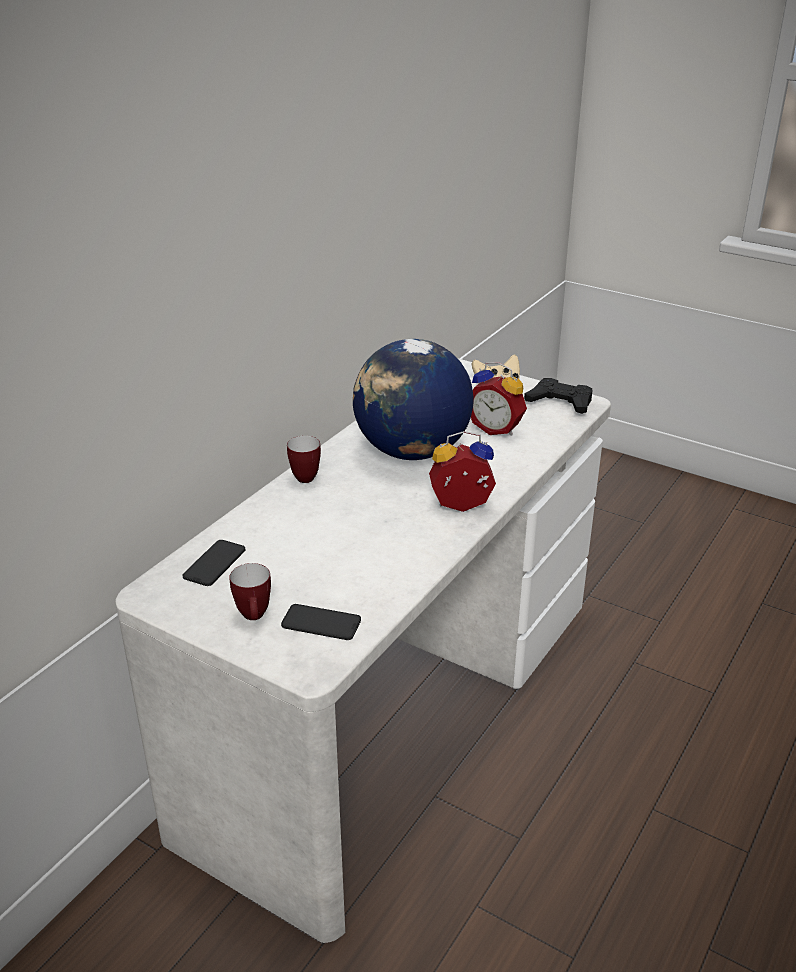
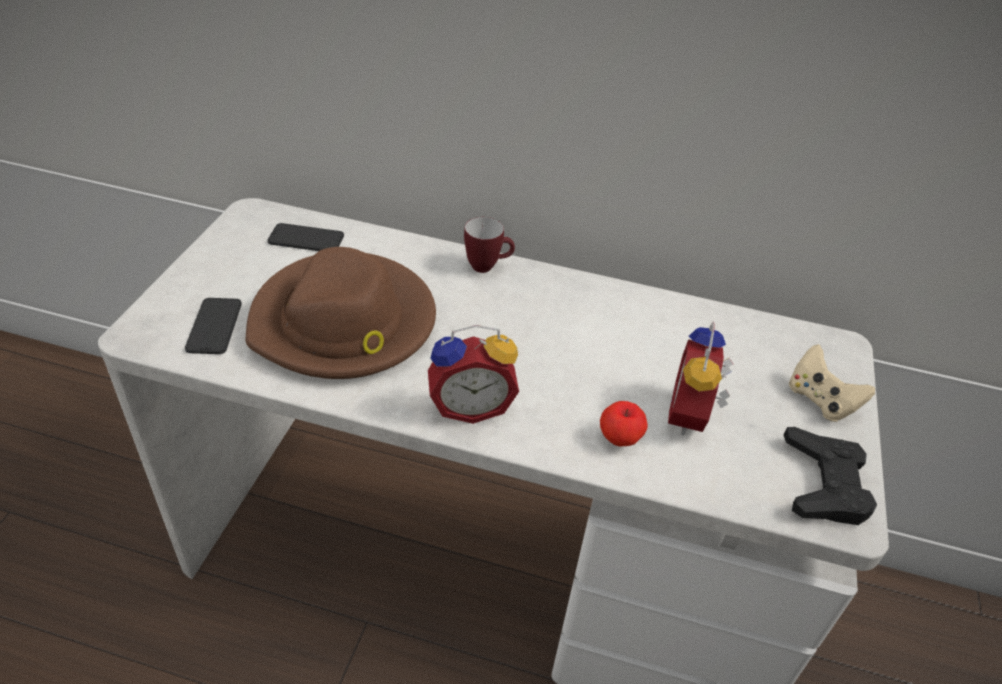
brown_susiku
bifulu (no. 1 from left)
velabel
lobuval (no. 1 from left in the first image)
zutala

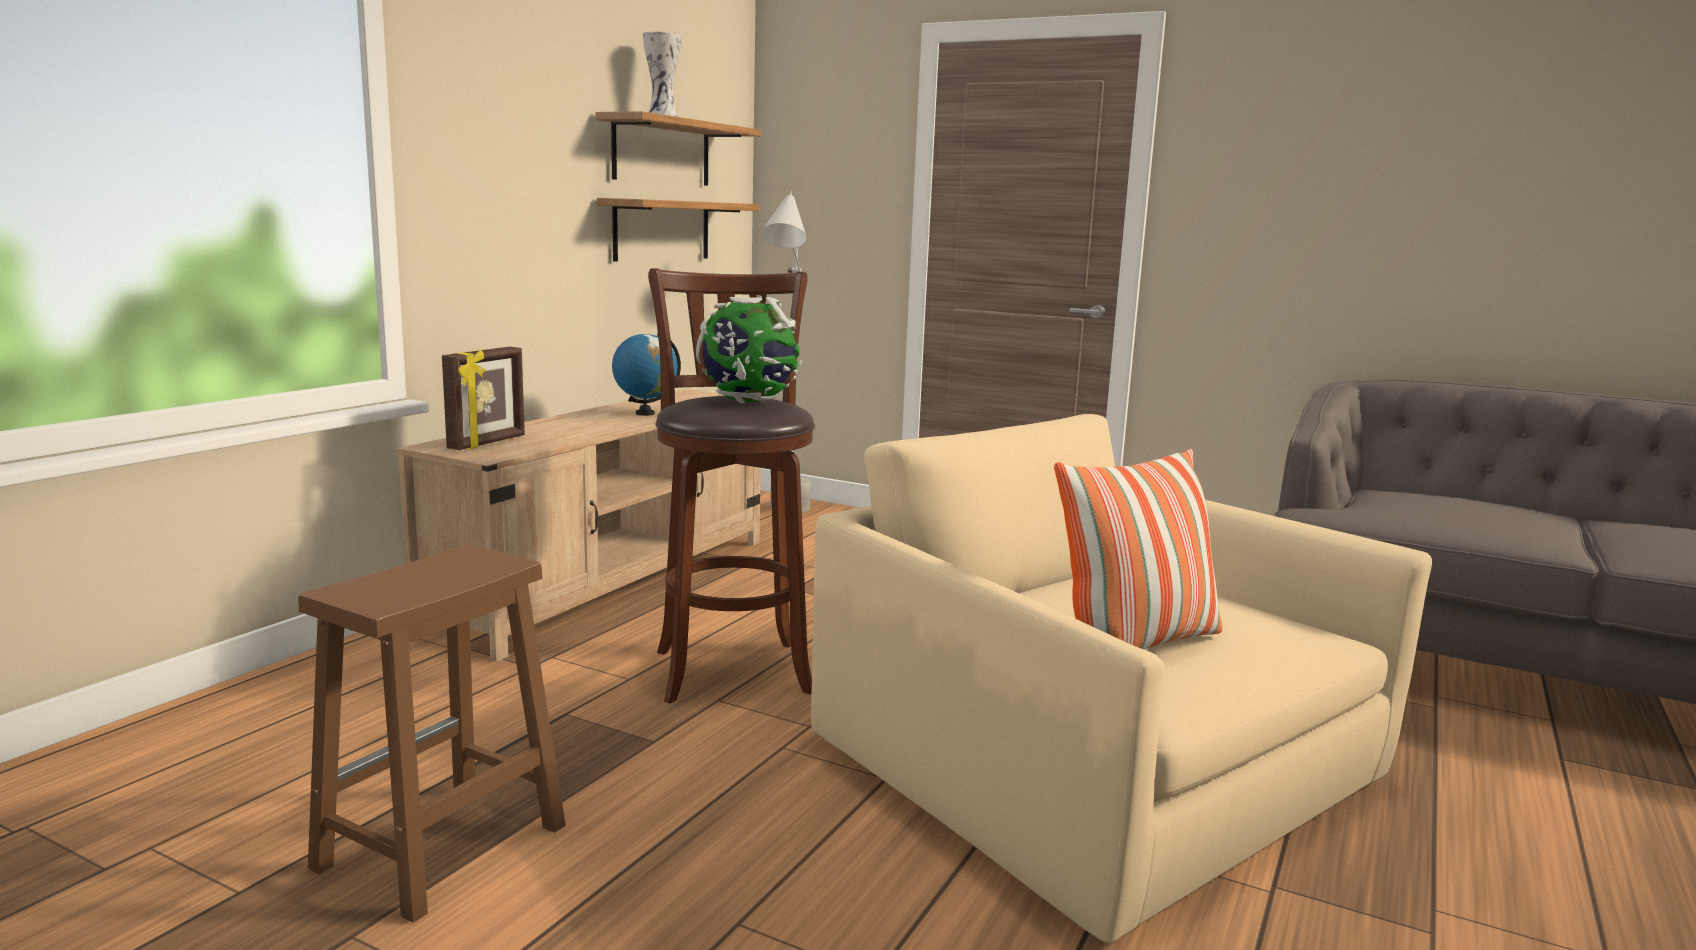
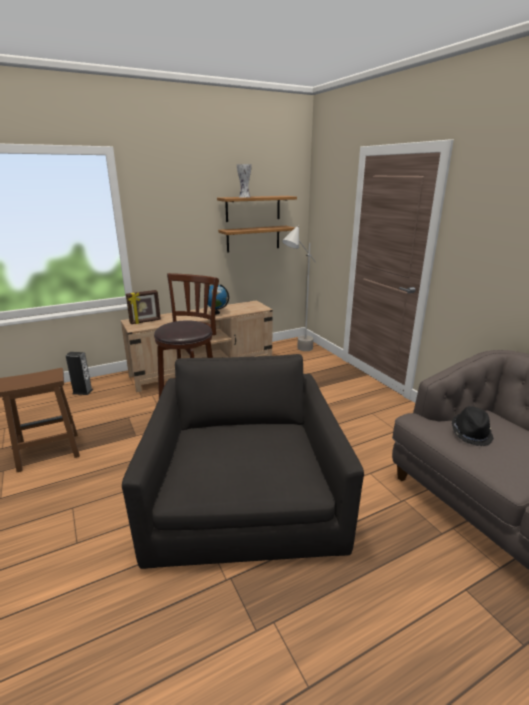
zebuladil
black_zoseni
black_susiku
zutala (no. 2 from left in the first image)
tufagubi

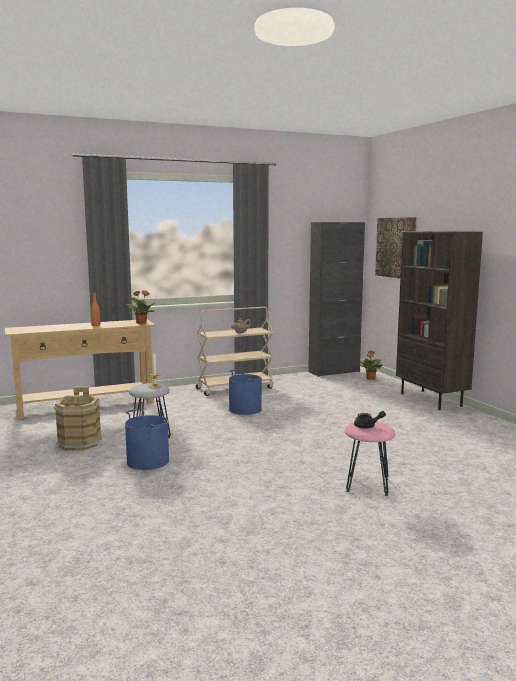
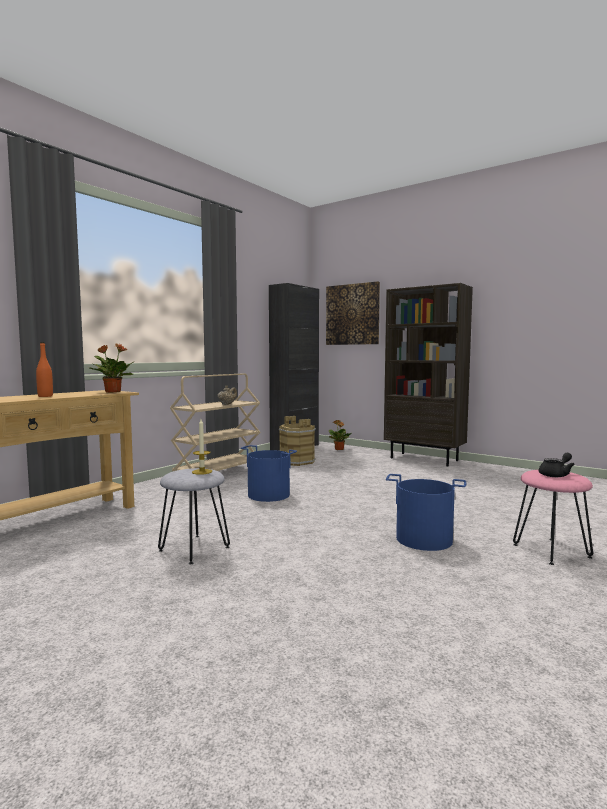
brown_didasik
blue_didasik (no. 2 from left)

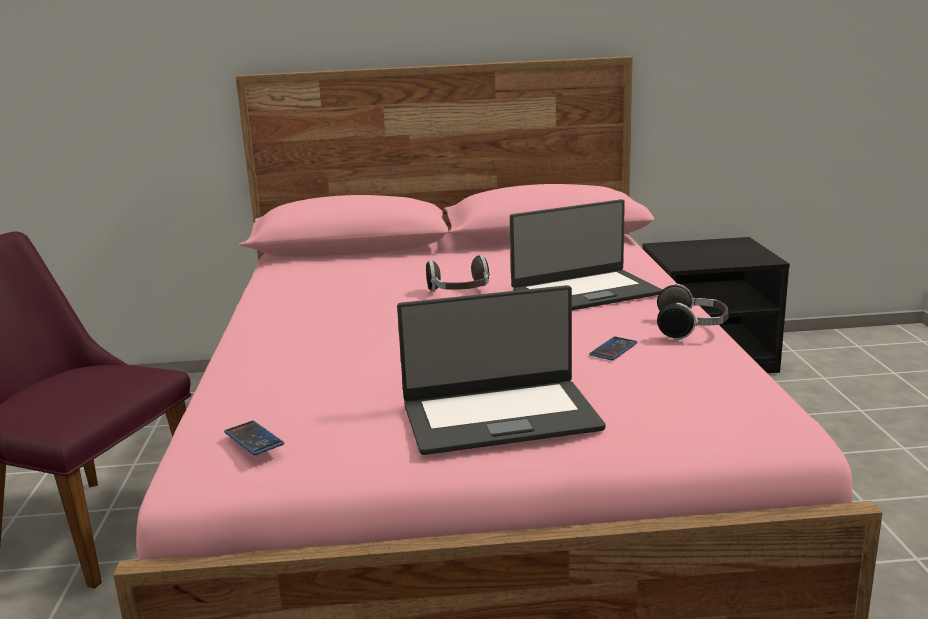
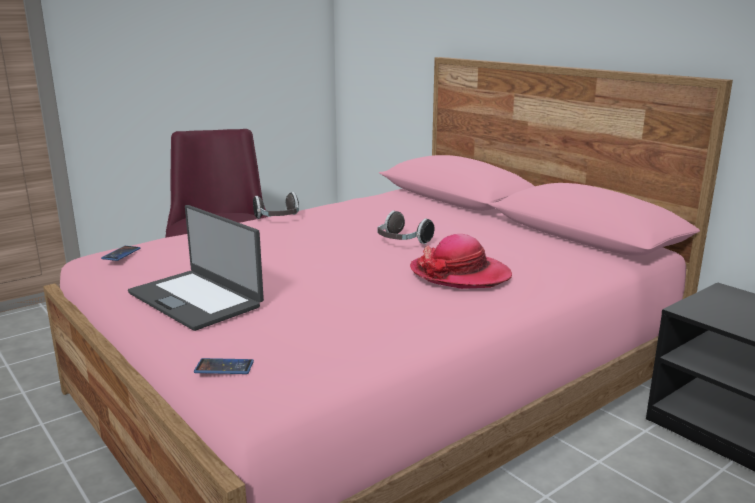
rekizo (no. 2 from left)
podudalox (no. 1 from left)
susiku

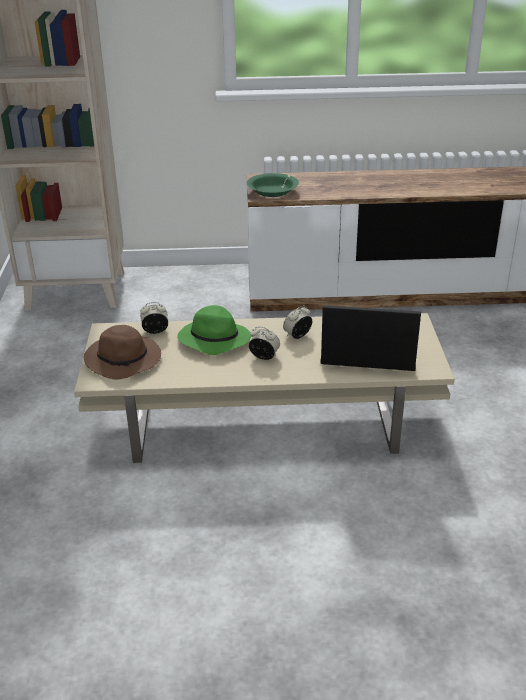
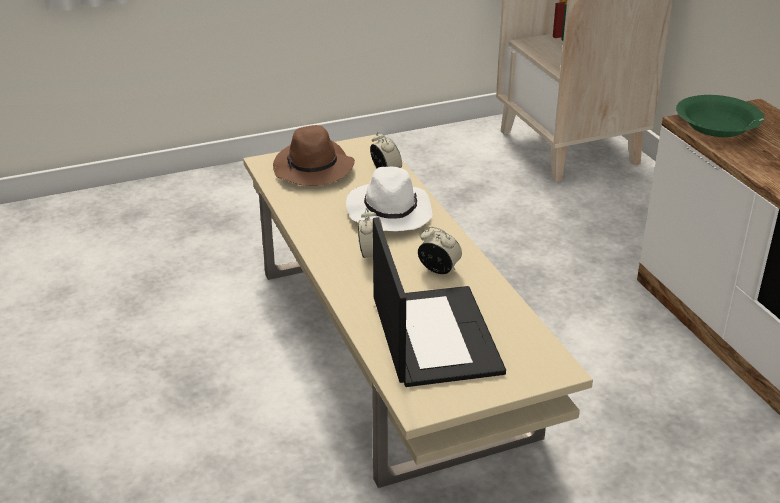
white_susiku

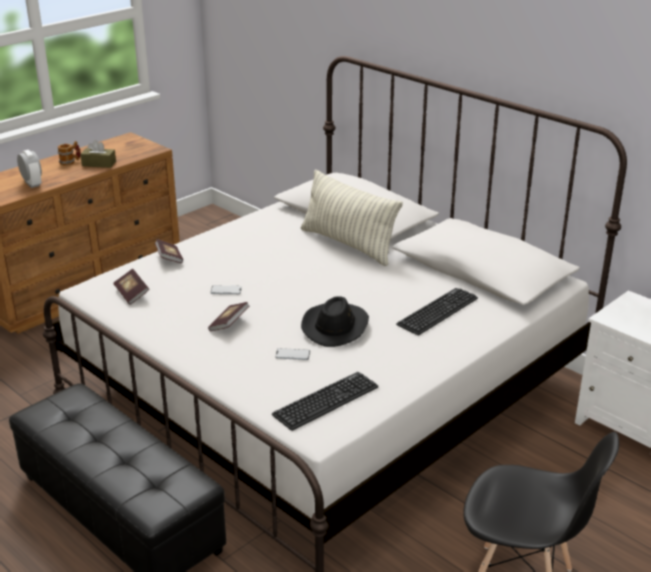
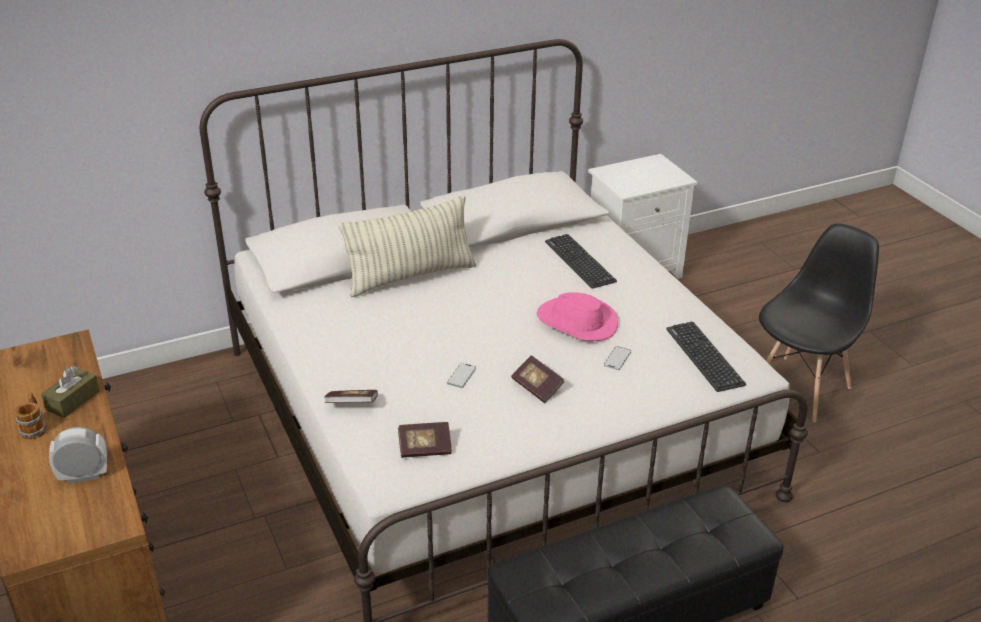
pink_susiku

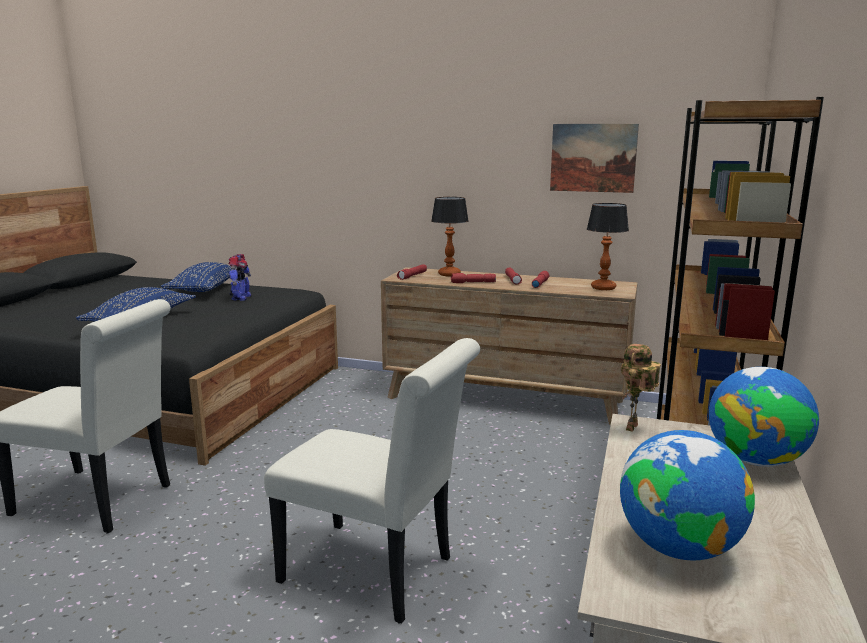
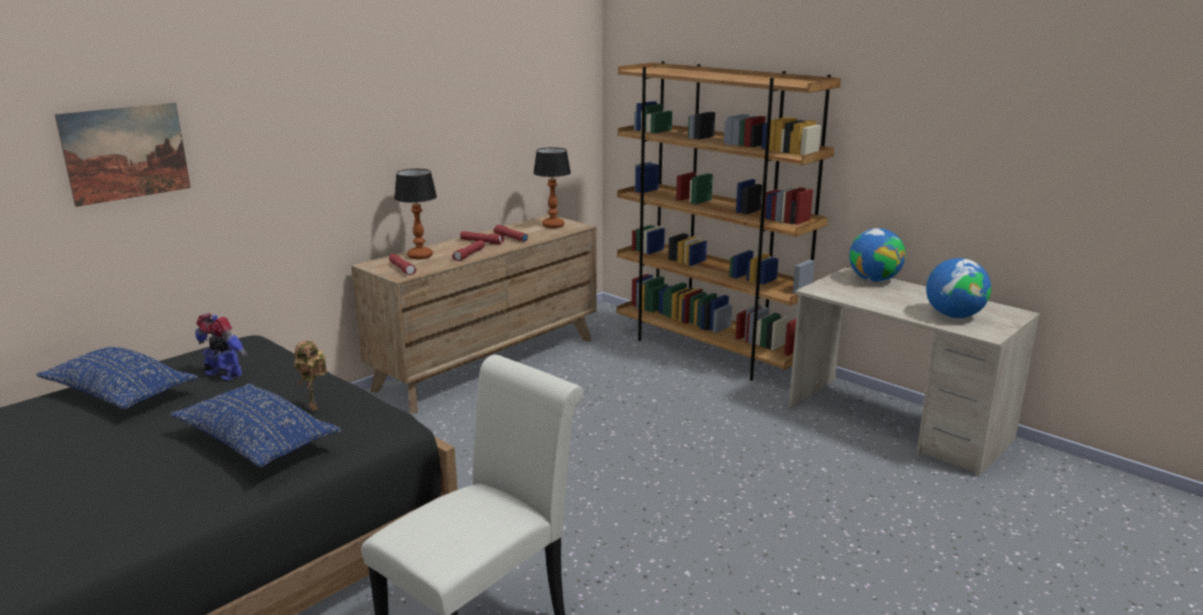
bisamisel
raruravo (no. 2 from left)
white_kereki (no. 2 from left in the first image)

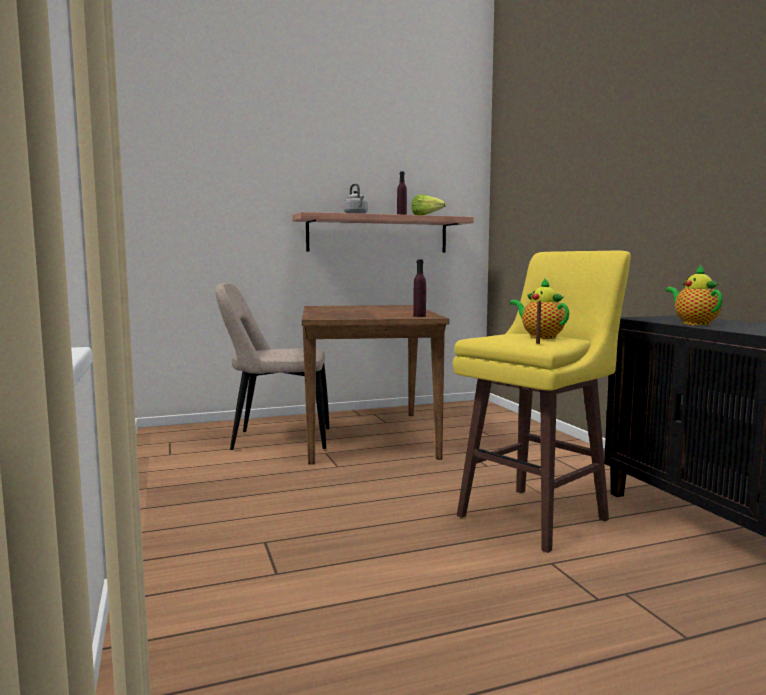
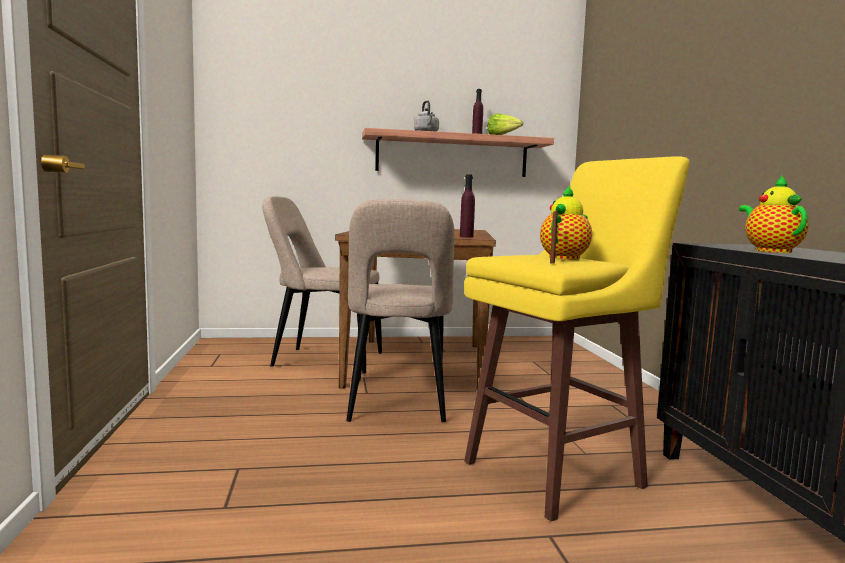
beige_kereki (no. 2 from left)
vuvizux (no. 1 from left)

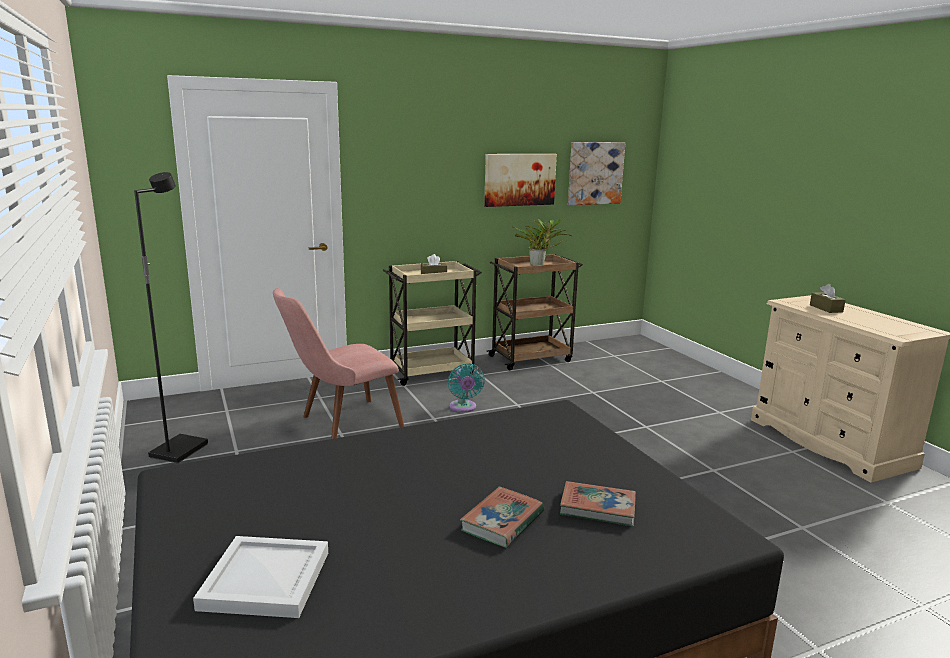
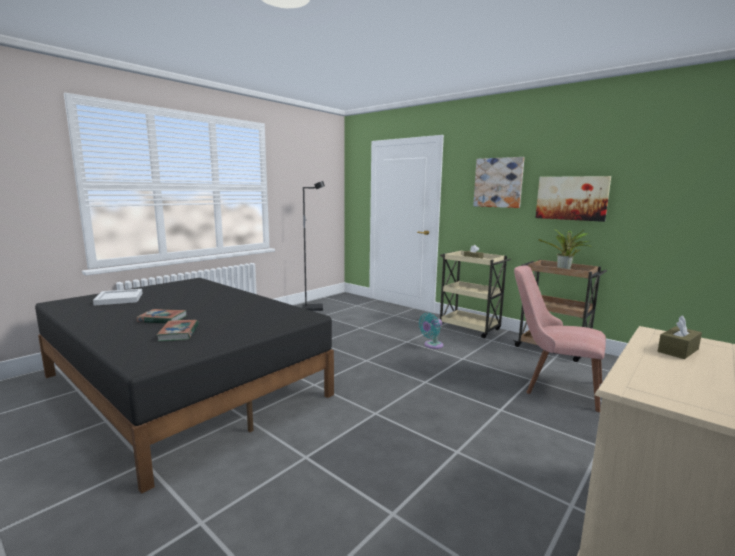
bisamisel (no. 1 from left)
pink_kereki

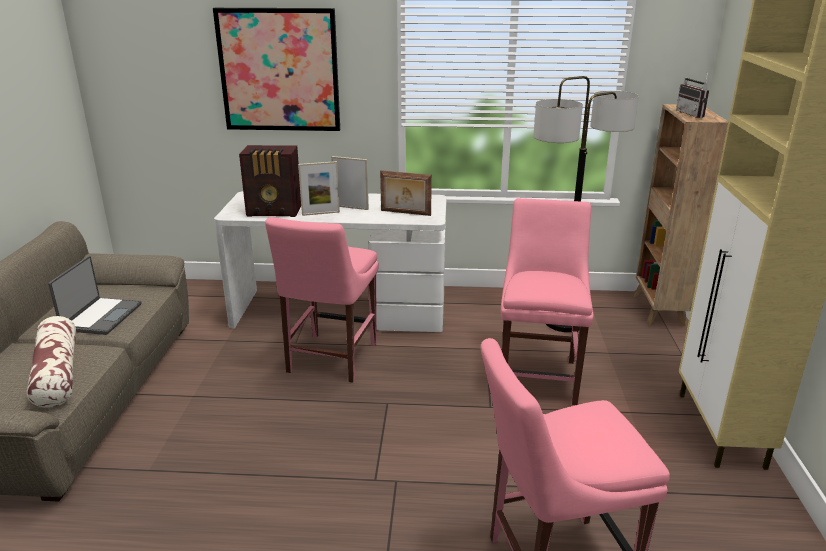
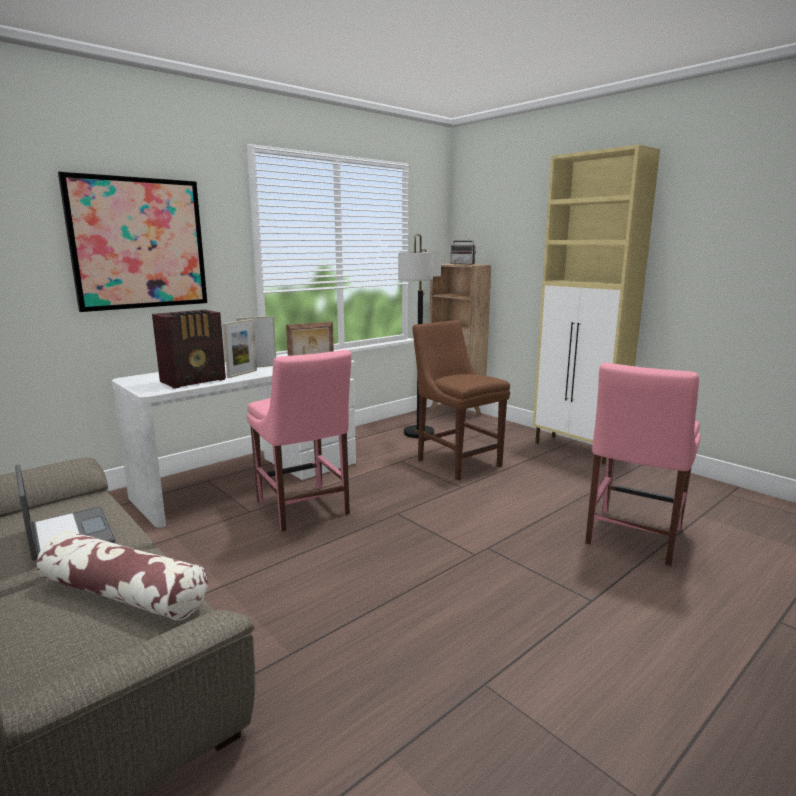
brown_kereki

